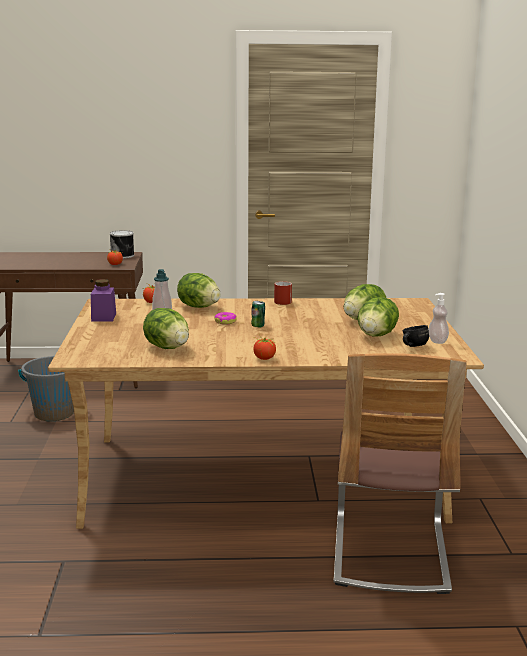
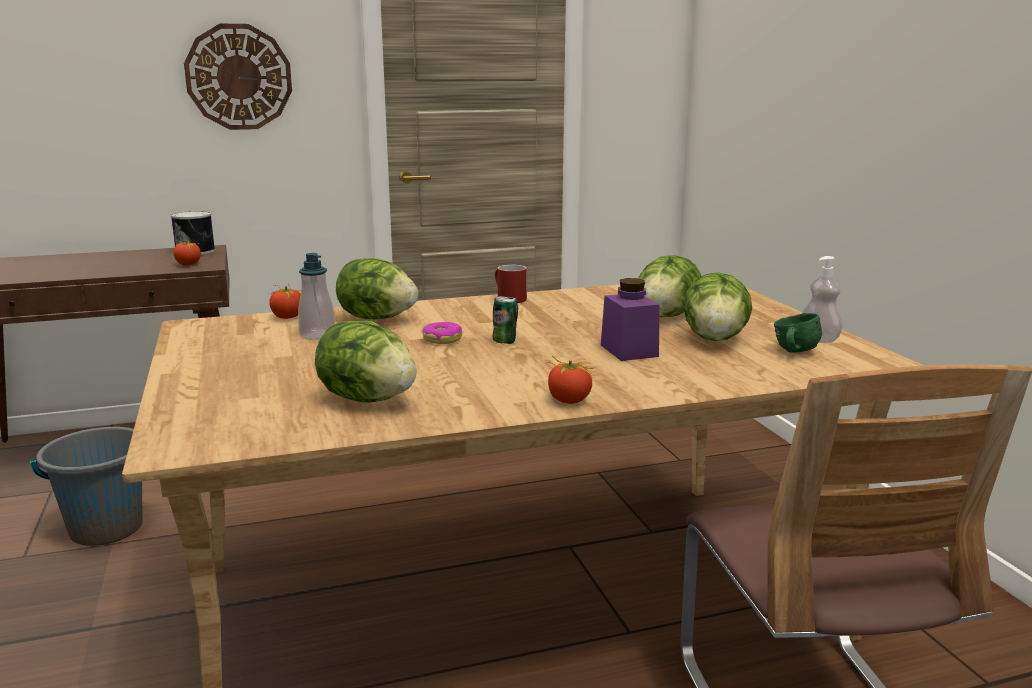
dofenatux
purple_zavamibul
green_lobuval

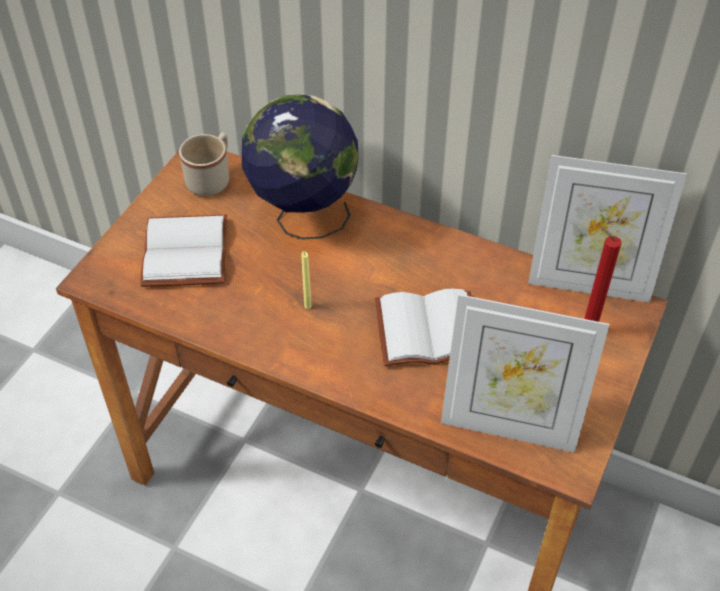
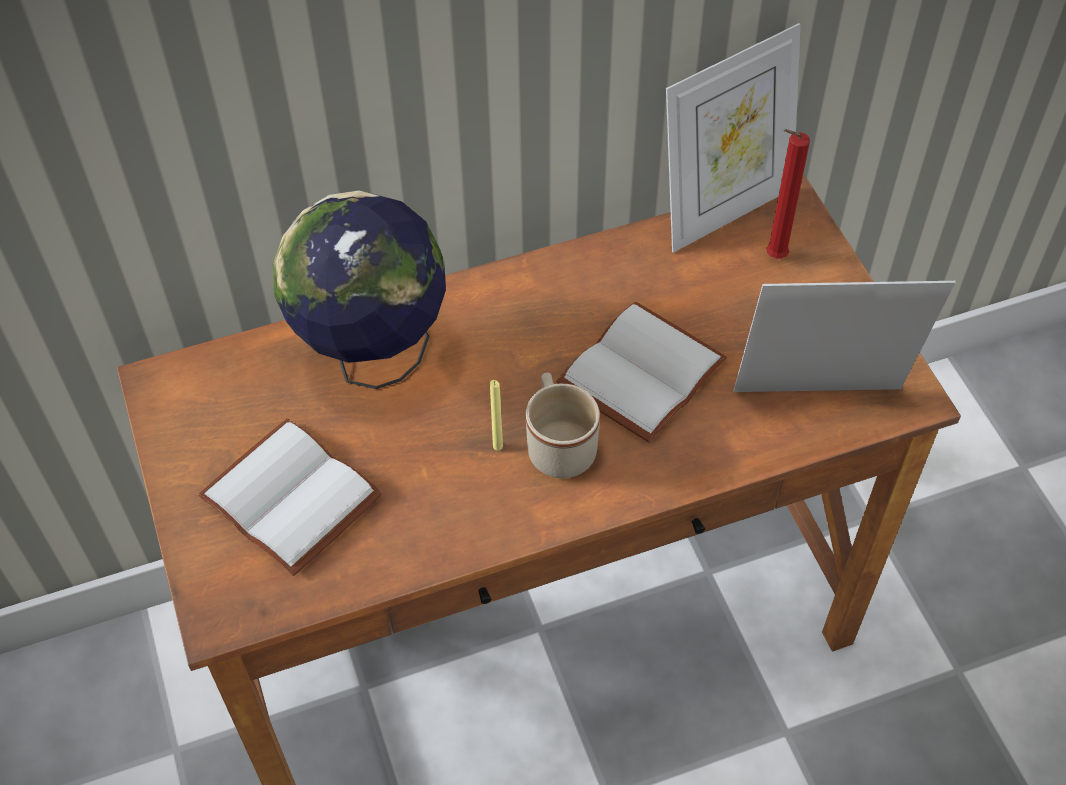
beige_lobuval
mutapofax (no. 2 from left)

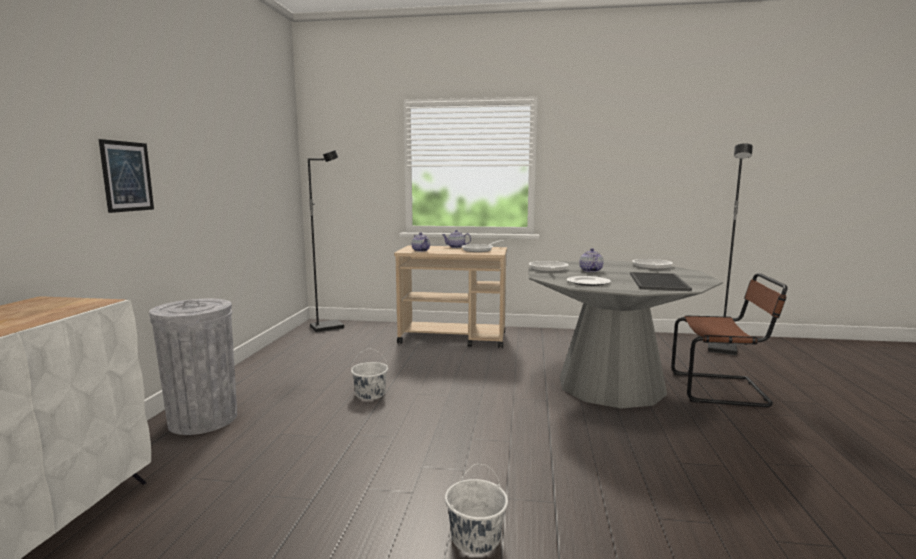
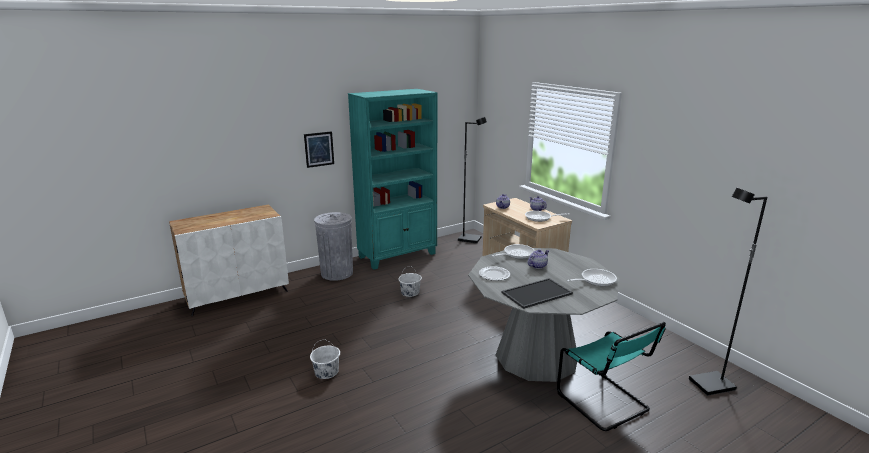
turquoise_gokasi
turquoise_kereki

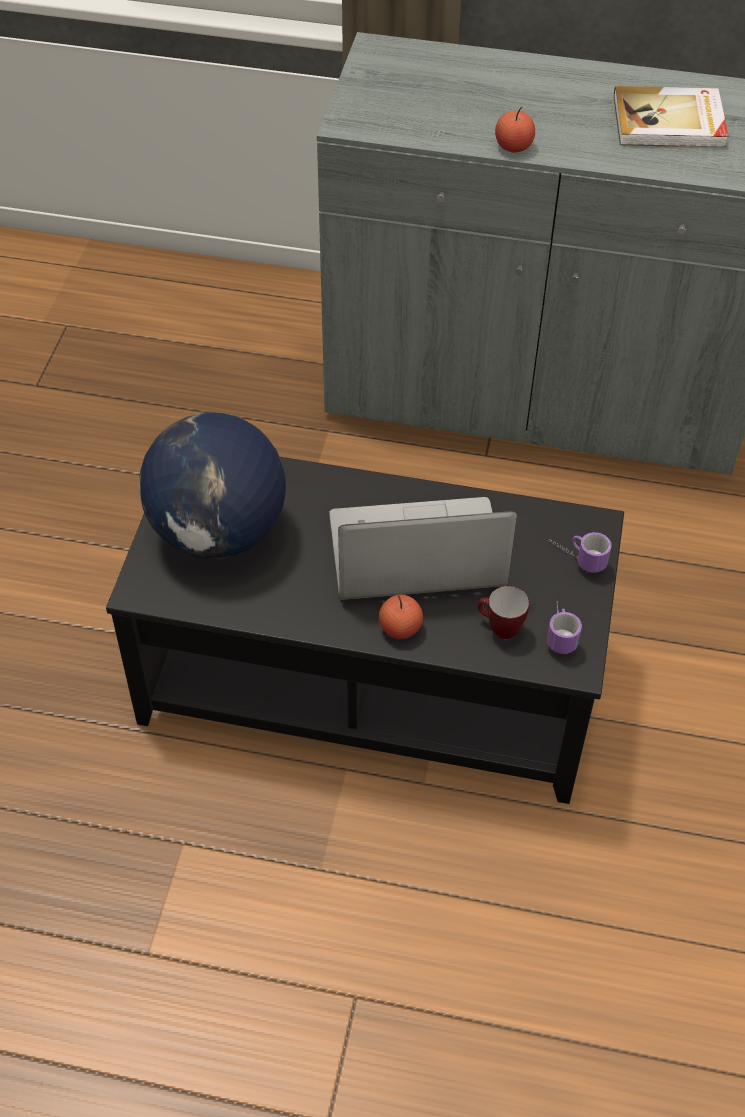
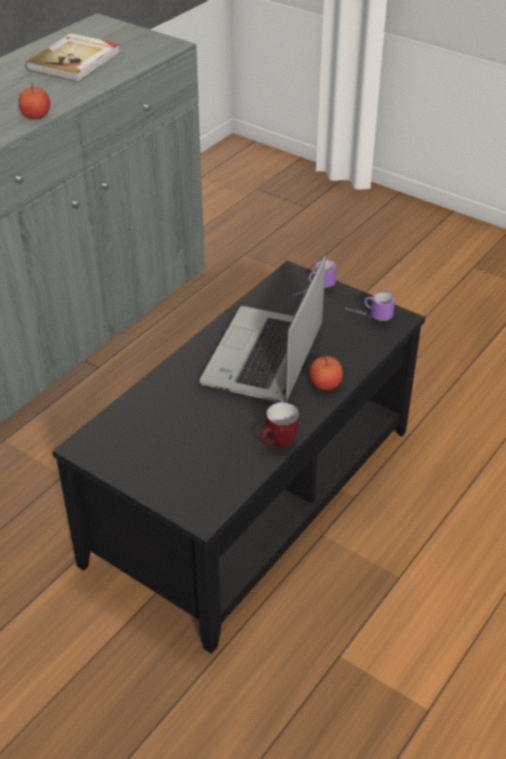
lobuval (no. 1 from left)
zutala

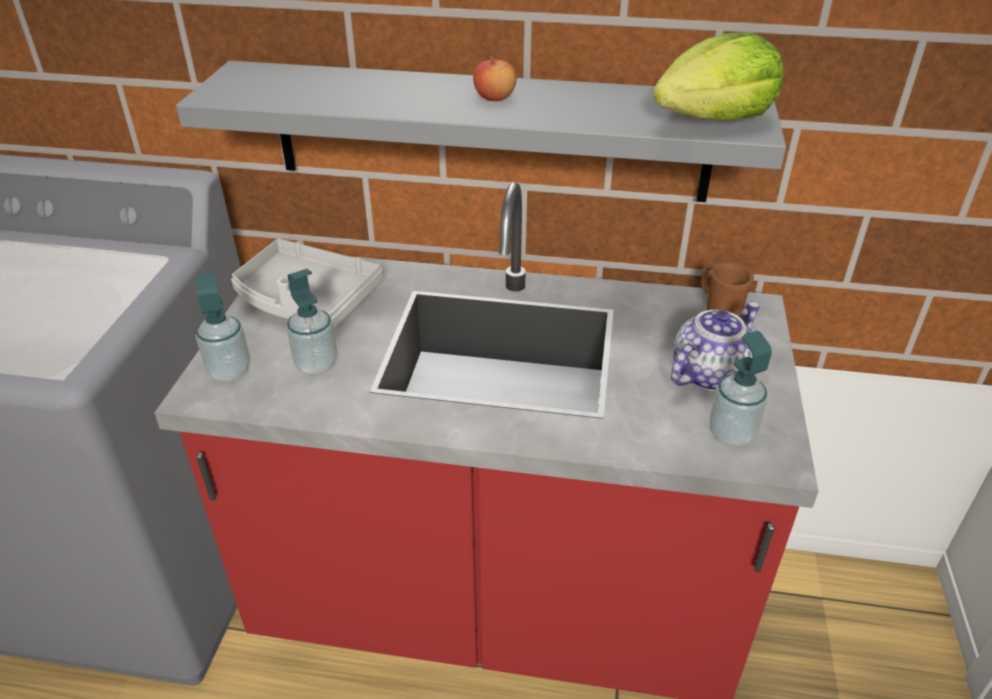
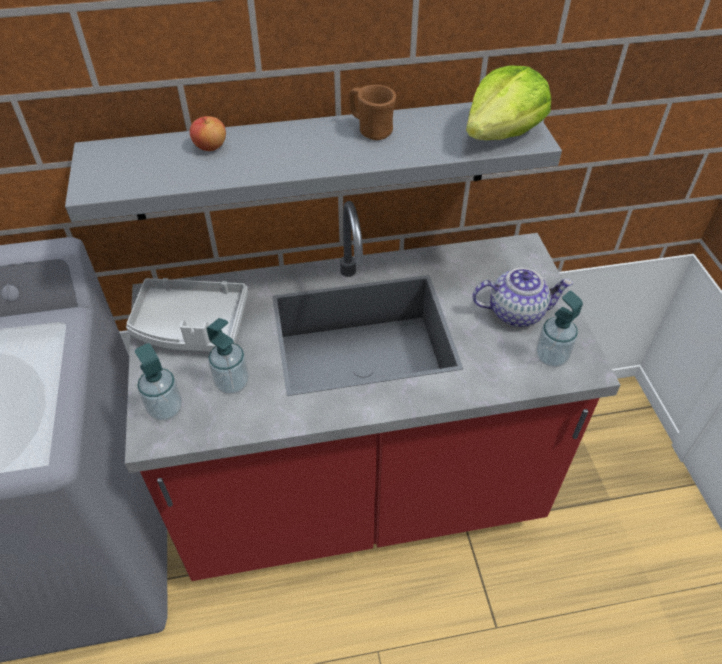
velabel
brown_lobuval
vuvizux

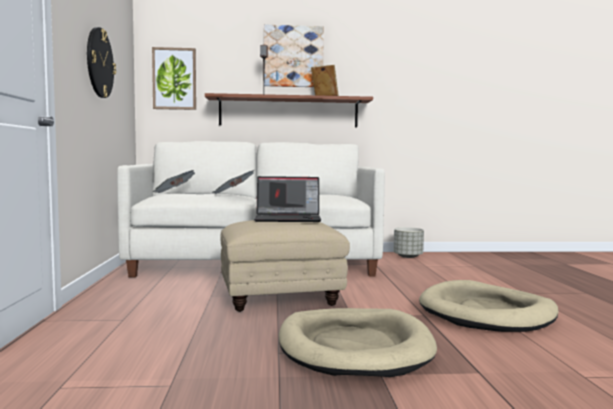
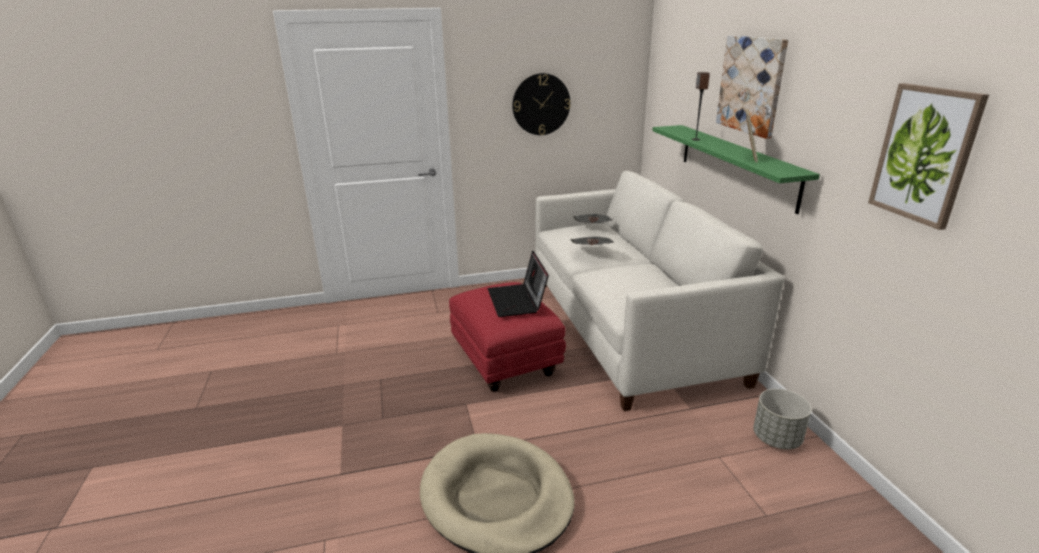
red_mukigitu
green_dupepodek
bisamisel (no. 2 from left)
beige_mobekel (no. 1 from left in the first image)

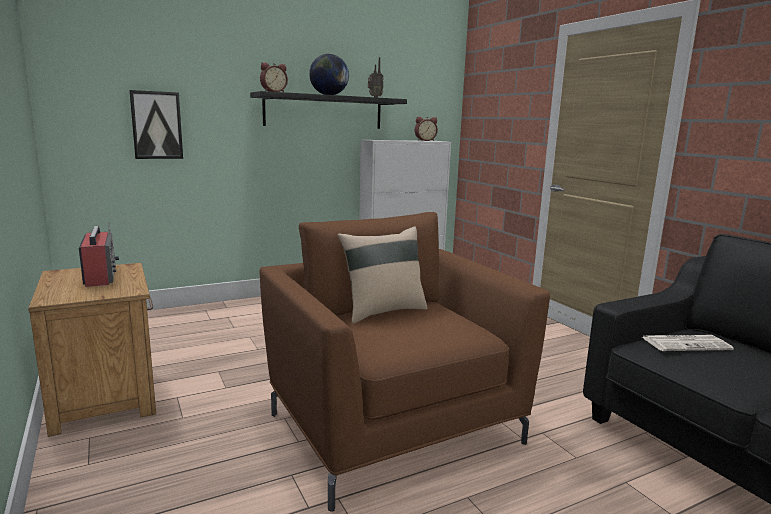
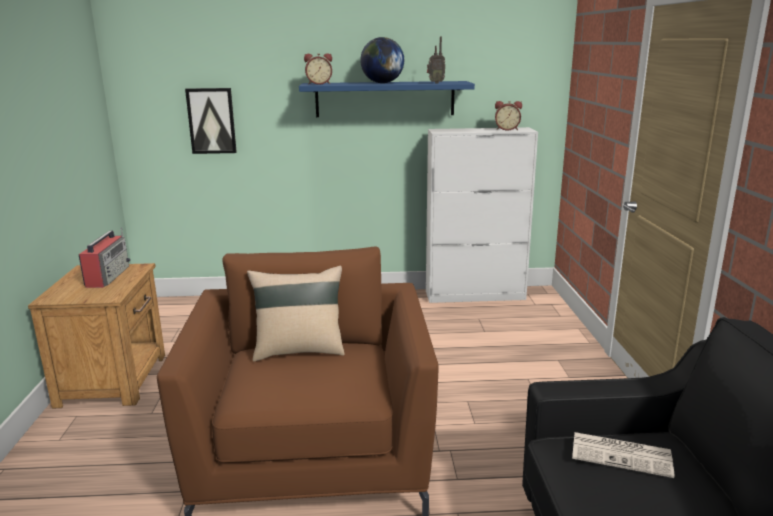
blue_dupepodek

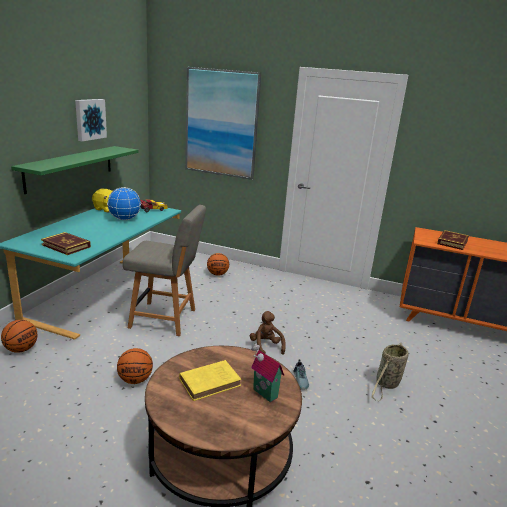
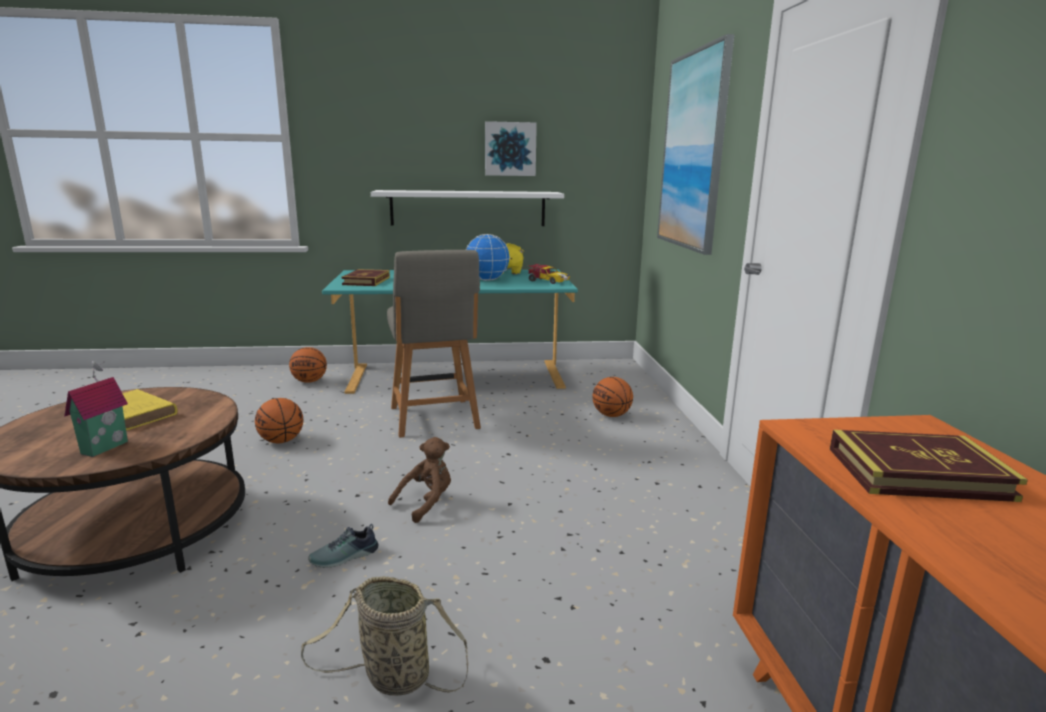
white_dupepodek

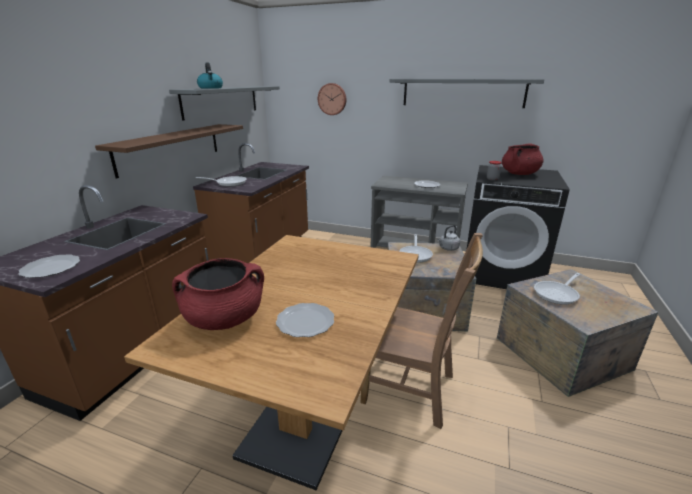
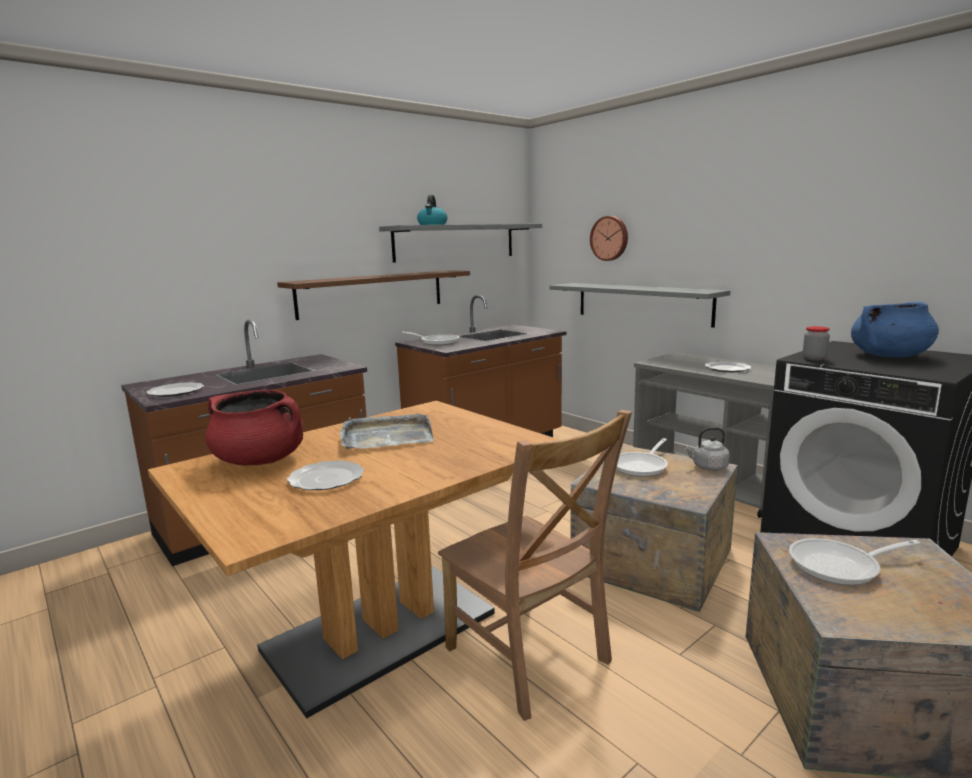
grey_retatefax
grey_dupepodek (no. 2 from left)
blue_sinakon

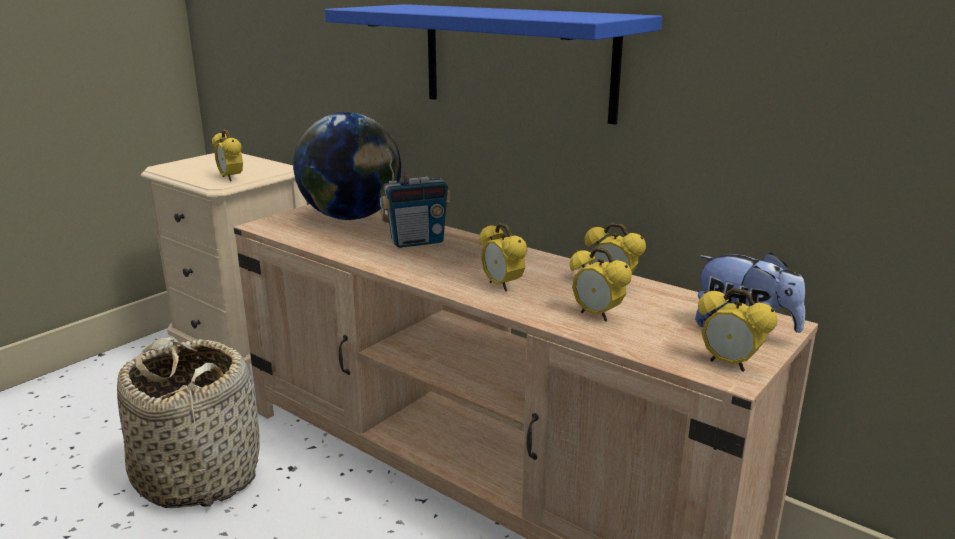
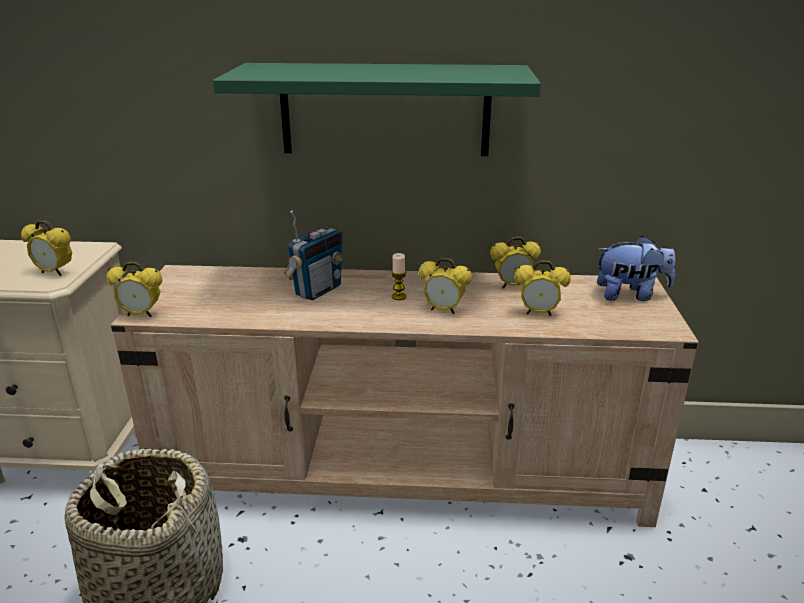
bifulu (no. 2 from left)
green_dupepodek
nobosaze
zutala

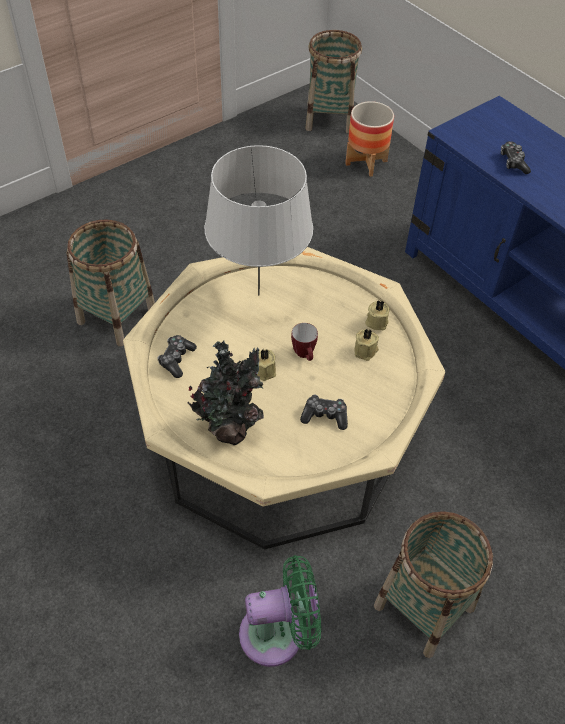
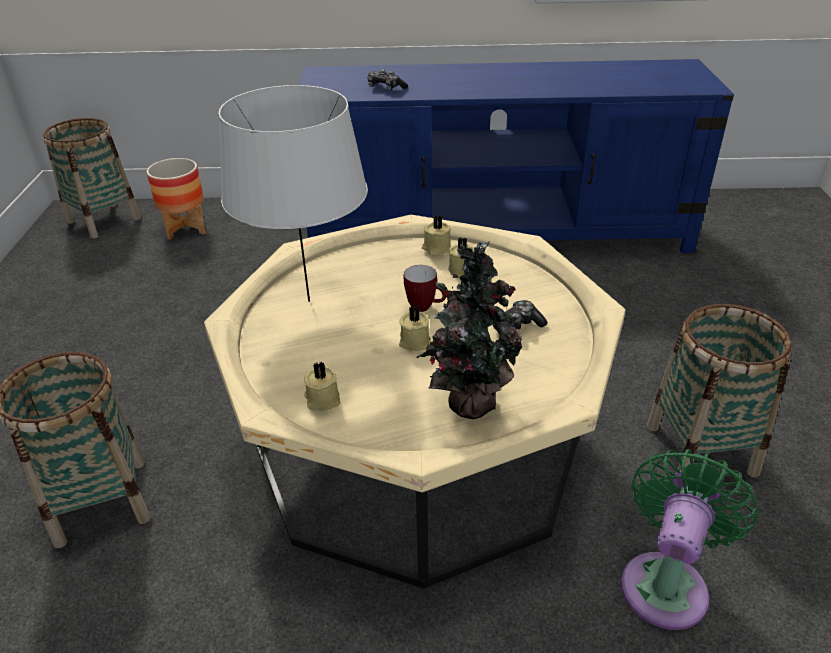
beige_nobosaze (no. 1 from left)

